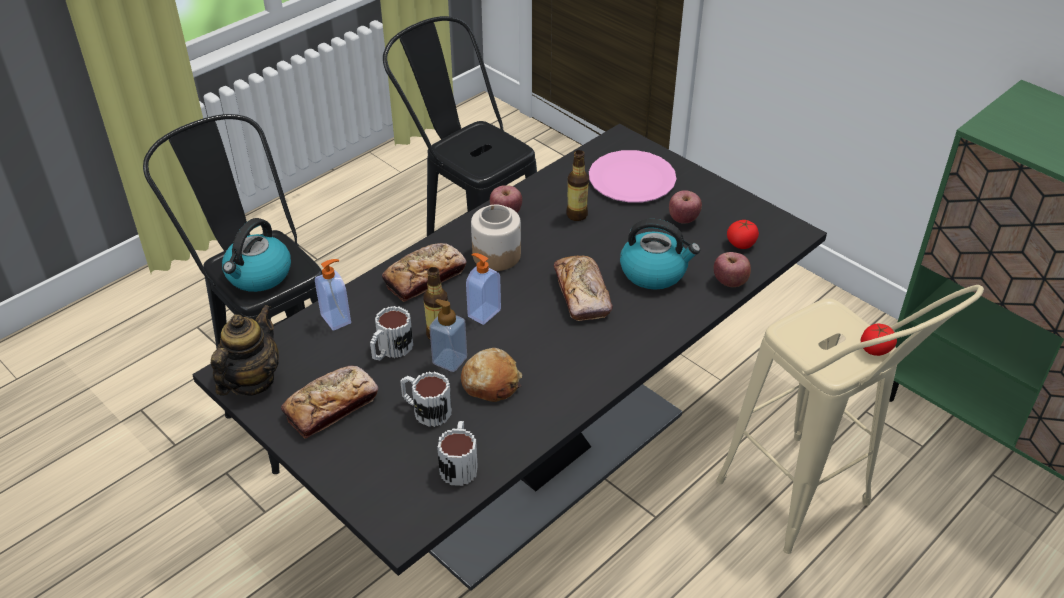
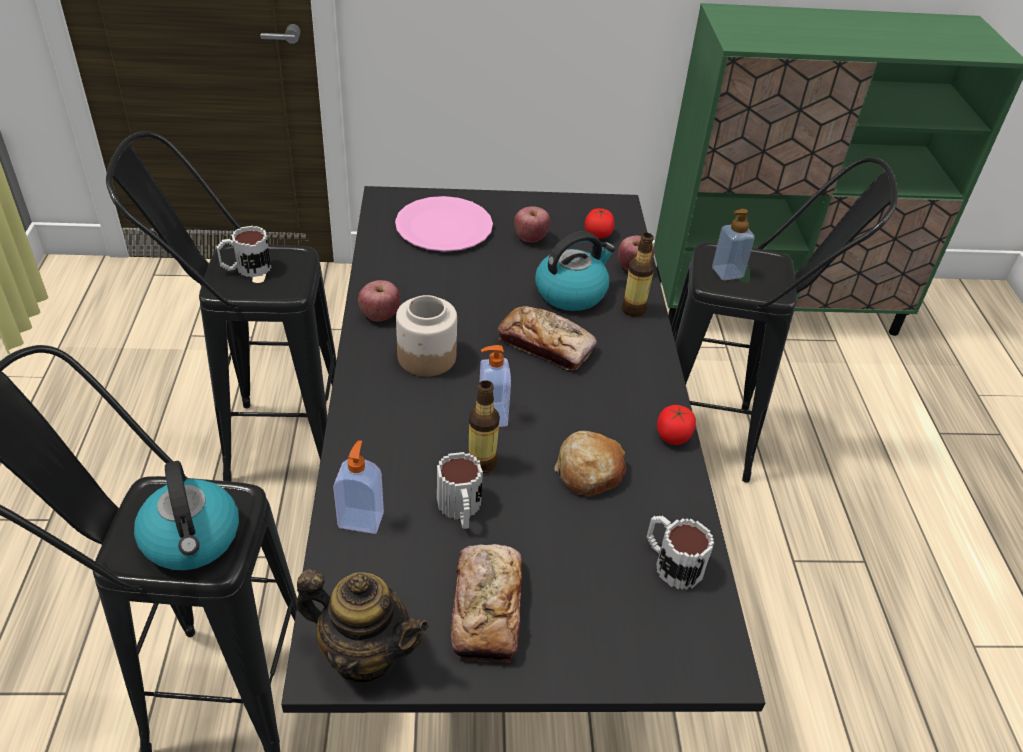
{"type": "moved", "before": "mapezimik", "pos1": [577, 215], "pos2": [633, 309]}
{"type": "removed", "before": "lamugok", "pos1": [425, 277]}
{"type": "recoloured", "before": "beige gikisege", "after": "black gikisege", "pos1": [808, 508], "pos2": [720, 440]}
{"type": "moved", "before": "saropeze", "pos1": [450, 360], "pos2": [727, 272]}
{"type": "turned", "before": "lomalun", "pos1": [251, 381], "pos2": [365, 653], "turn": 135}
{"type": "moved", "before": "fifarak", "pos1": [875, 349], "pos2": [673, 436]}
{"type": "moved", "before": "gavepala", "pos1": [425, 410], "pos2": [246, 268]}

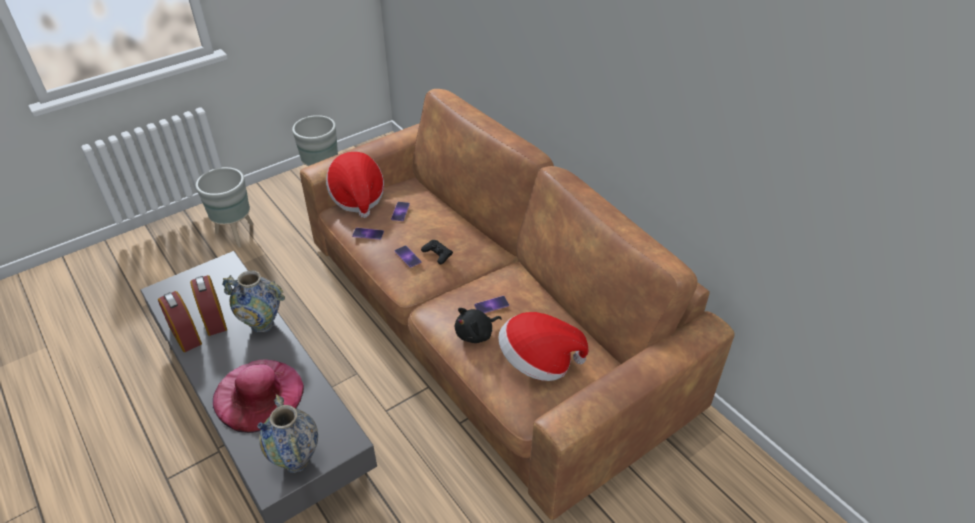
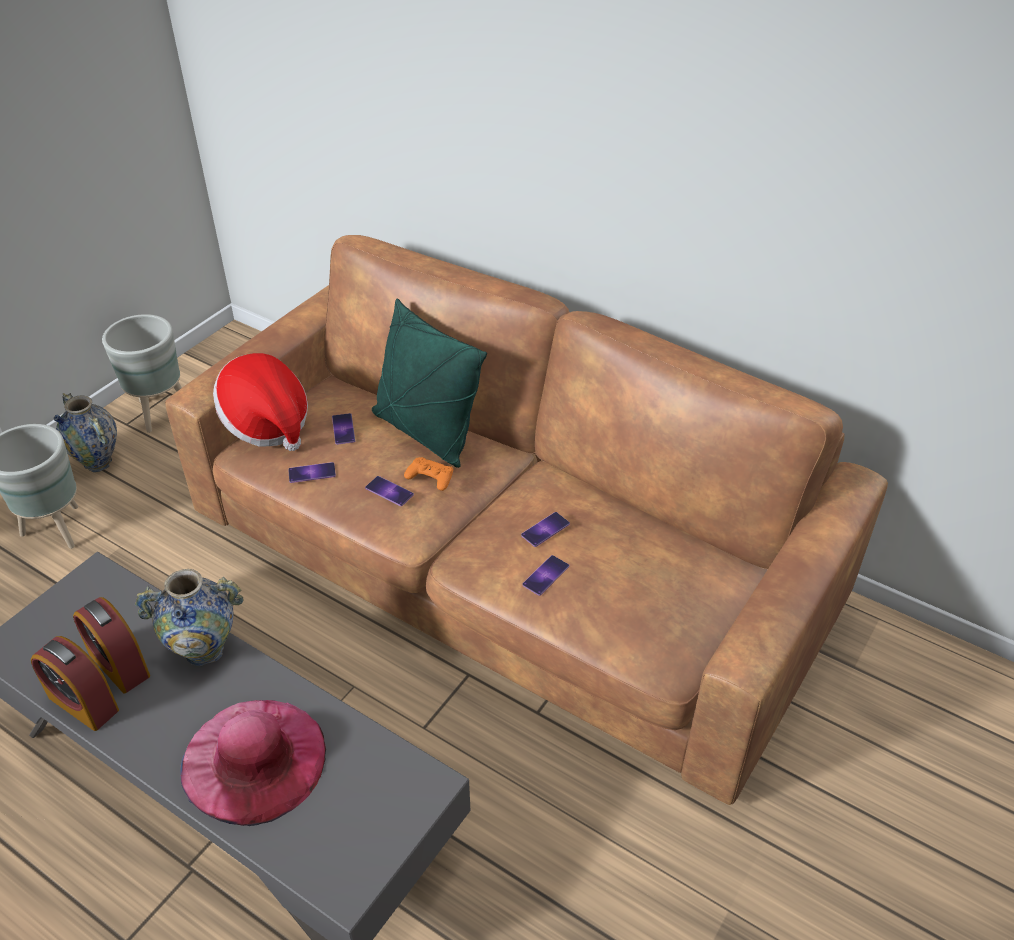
{"type": "recoloured", "before": "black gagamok", "after": "orange gagamok", "pos1": [437, 254], "pos2": [430, 477]}
{"type": "replaced", "before": "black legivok", "after": "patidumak", "pos1": [476, 334], "pos2": [546, 575]}
{"type": "removed", "before": "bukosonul", "pos1": [538, 362]}
{"type": "moved", "before": "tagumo", "pos1": [296, 460], "pos2": [98, 462]}
{"type": "added", "after": "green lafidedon", "pos2": [426, 432]}

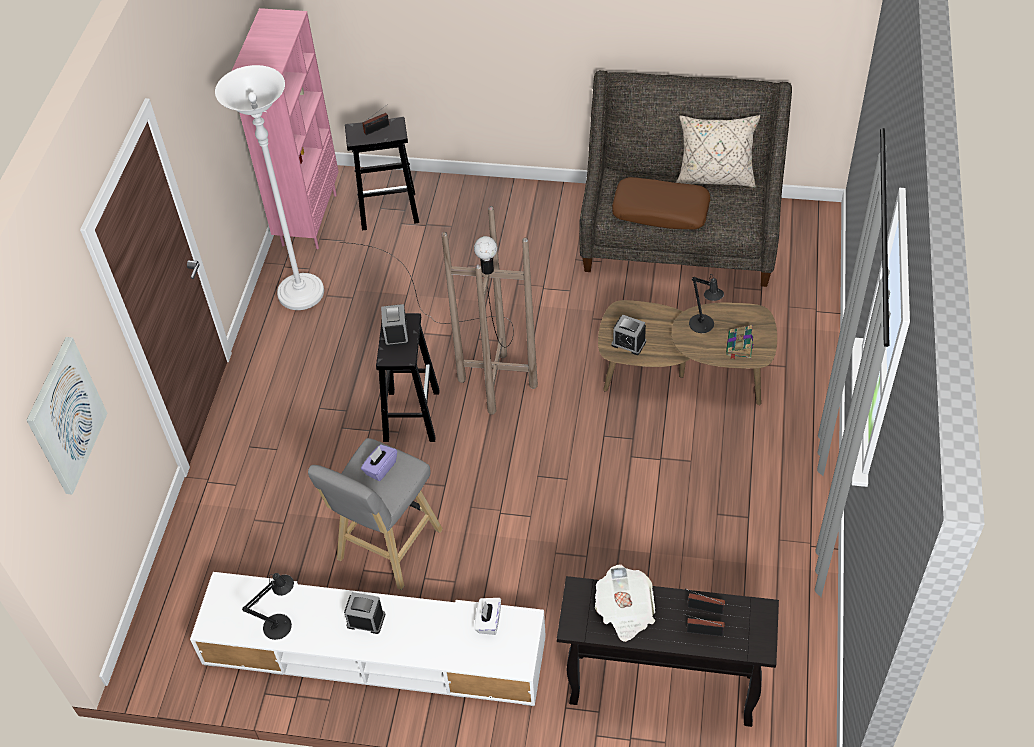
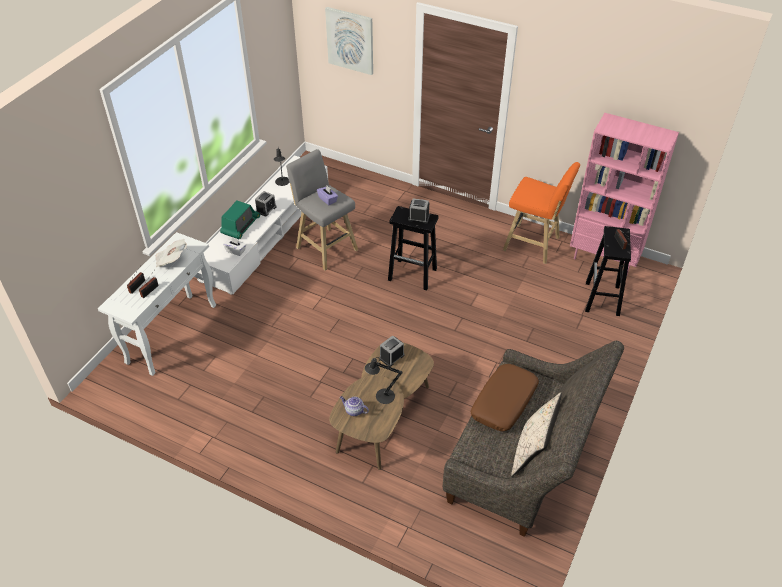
{"type": "replaced", "before": "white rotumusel", "after": "orange gikisege", "pos1": [301, 294], "pos2": [534, 245]}
{"type": "removed", "before": "brown rotumusel", "pos1": [468, 342]}
{"type": "replaced", "before": "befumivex", "after": "lomalun", "pos1": [739, 346], "pos2": [354, 411]}
{"type": "recoloured", "before": "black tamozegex", "after": "white tamozegex", "pos1": [660, 689], "pos2": [172, 333]}
{"type": "added", "after": "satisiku", "pos2": [240, 226]}

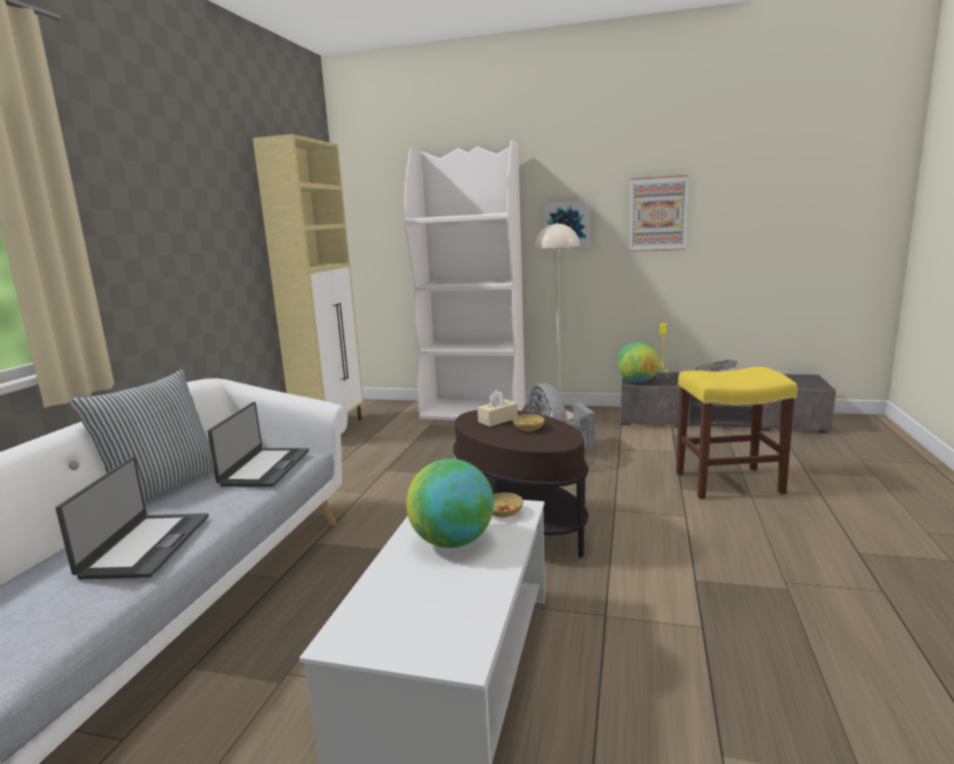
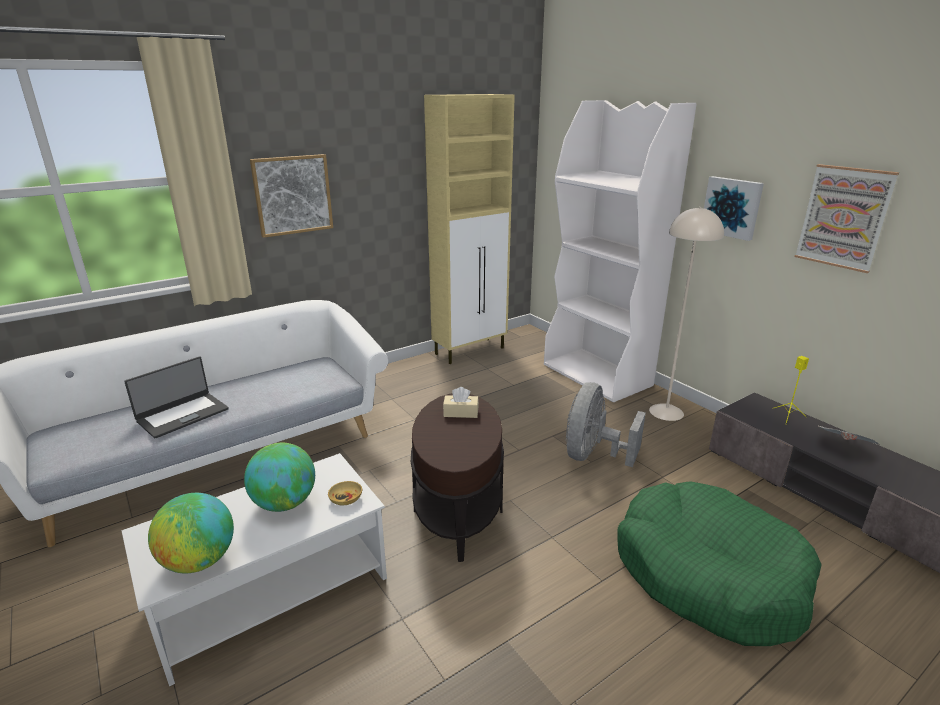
{"type": "moved", "before": "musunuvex", "pos1": [637, 381], "pos2": [199, 561]}
{"type": "replaced", "before": "yellow gikisege", "after": "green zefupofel", "pos1": [729, 482], "pos2": [708, 574]}
{"type": "removed", "before": "lafidedon", "pos1": [163, 488]}
{"type": "removed", "before": "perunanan", "pos1": [264, 468]}
{"type": "removed", "before": "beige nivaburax", "pos1": [529, 428]}
{"type": "added", "after": "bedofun", "pos2": [293, 195]}

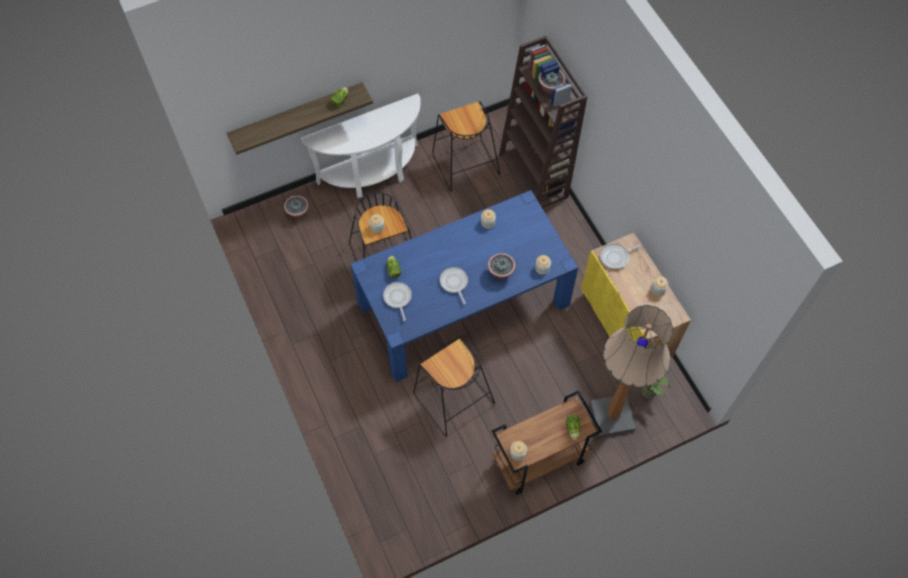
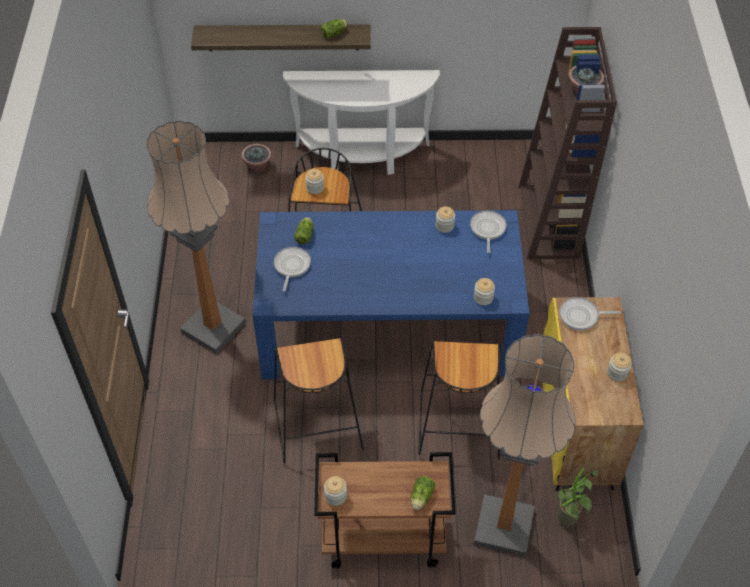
{"type": "moved", "before": "black gikisege", "pos1": [464, 164], "pos2": [458, 424]}
{"type": "removed", "before": "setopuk", "pos1": [500, 273]}
{"type": "moved", "before": "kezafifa", "pos1": [454, 283], "pos2": [487, 229]}
{"type": "added", "after": "rotumusel", "pos2": [213, 327]}

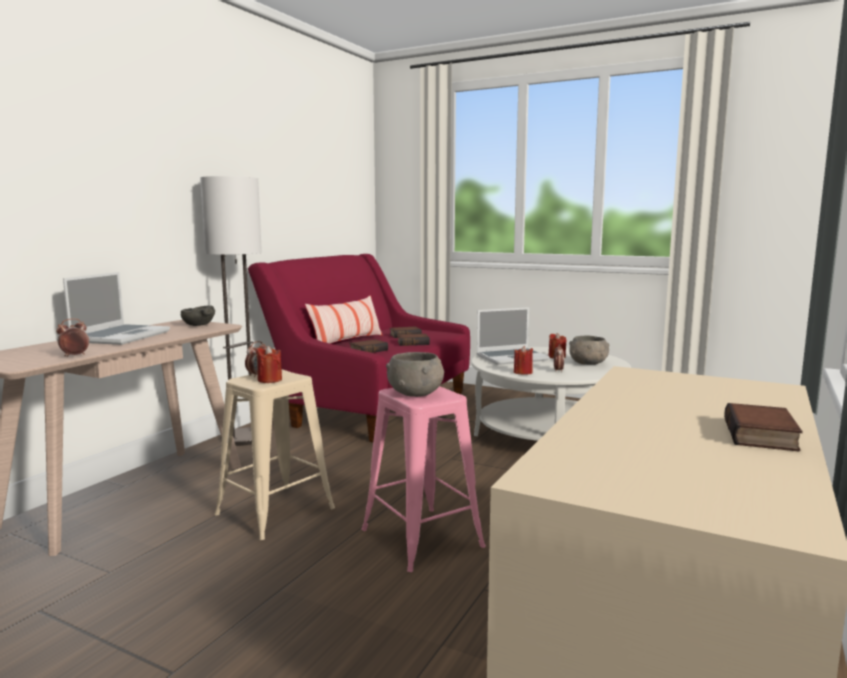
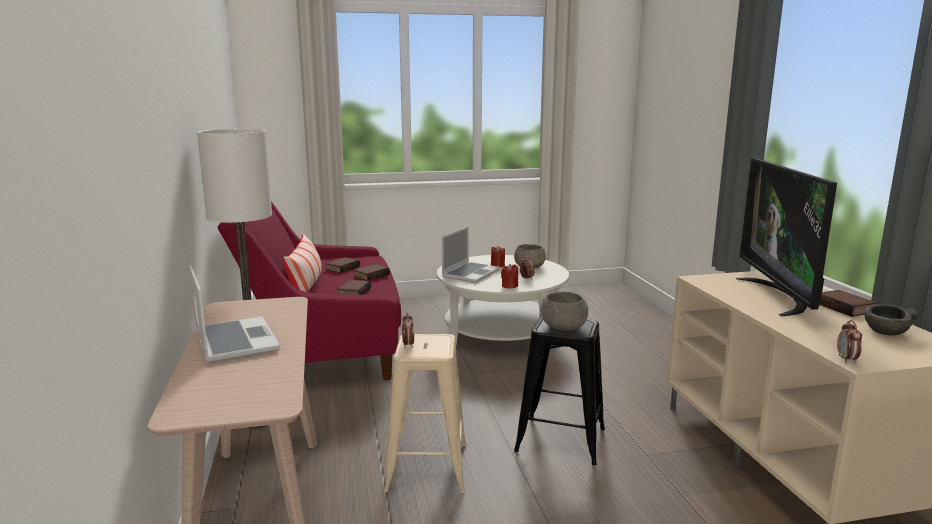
{"type": "moved", "before": "grey nivaburax", "pos1": [198, 325], "pos2": [886, 332]}
{"type": "moved", "before": "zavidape", "pos1": [74, 356], "pos2": [846, 360]}
{"type": "removed", "before": "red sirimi", "pos1": [269, 380]}
{"type": "recoloured", "before": "pink gikisege", "after": "black gikisege", "pos1": [422, 538], "pos2": [560, 439]}
{"type": "added", "after": "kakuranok", "pos2": [779, 296]}

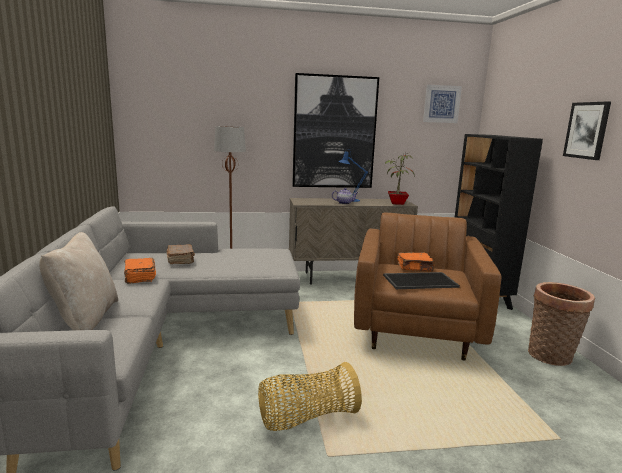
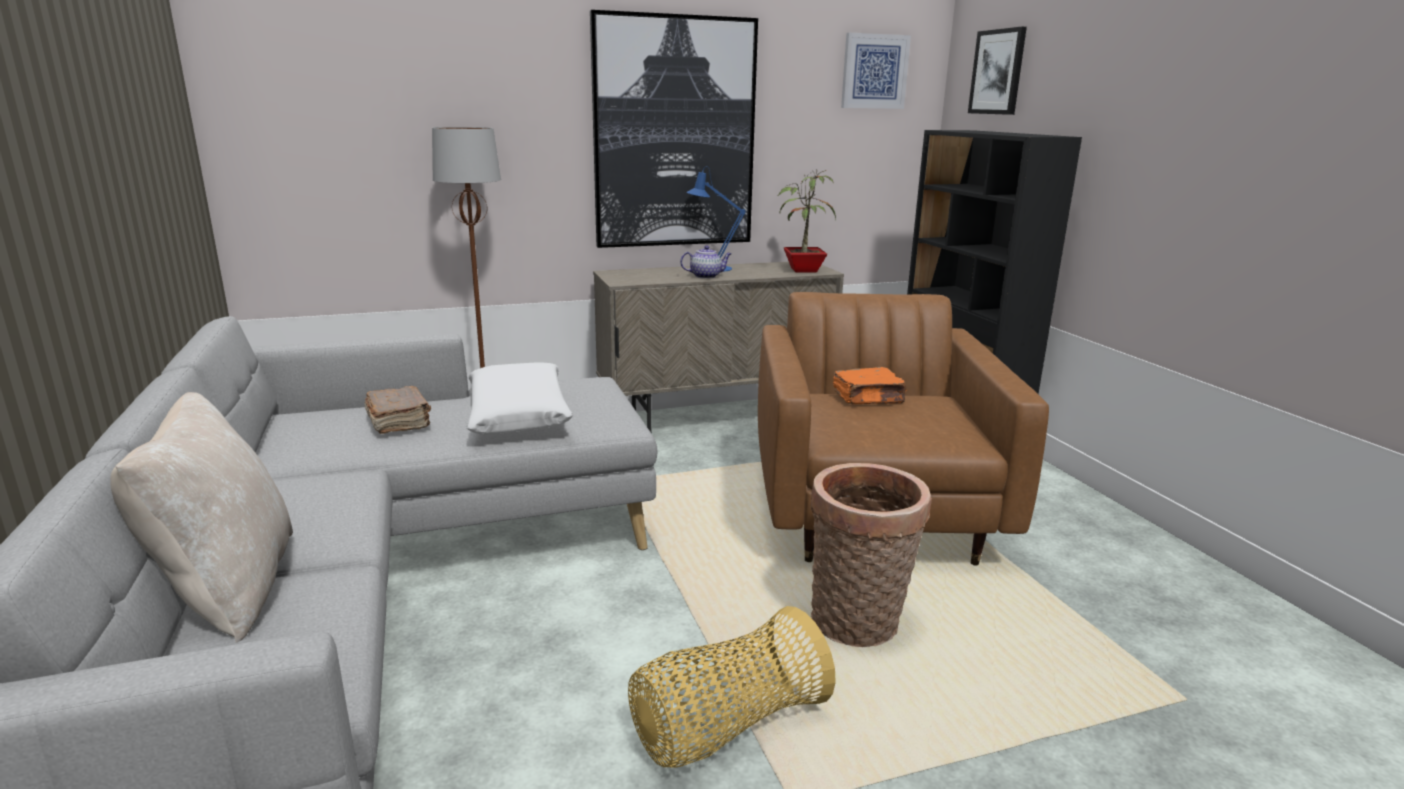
{"type": "moved", "before": "bedofun", "pos1": [587, 130], "pos2": [998, 72]}
{"type": "removed", "before": "orange befumivex", "pos1": [139, 277]}
{"type": "removed", "before": "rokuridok", "pos1": [420, 281]}
{"type": "moved", "before": "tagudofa", "pos1": [551, 357], "pos2": [858, 625]}
{"type": "added", "after": "white lafidedon", "pos2": [519, 413]}

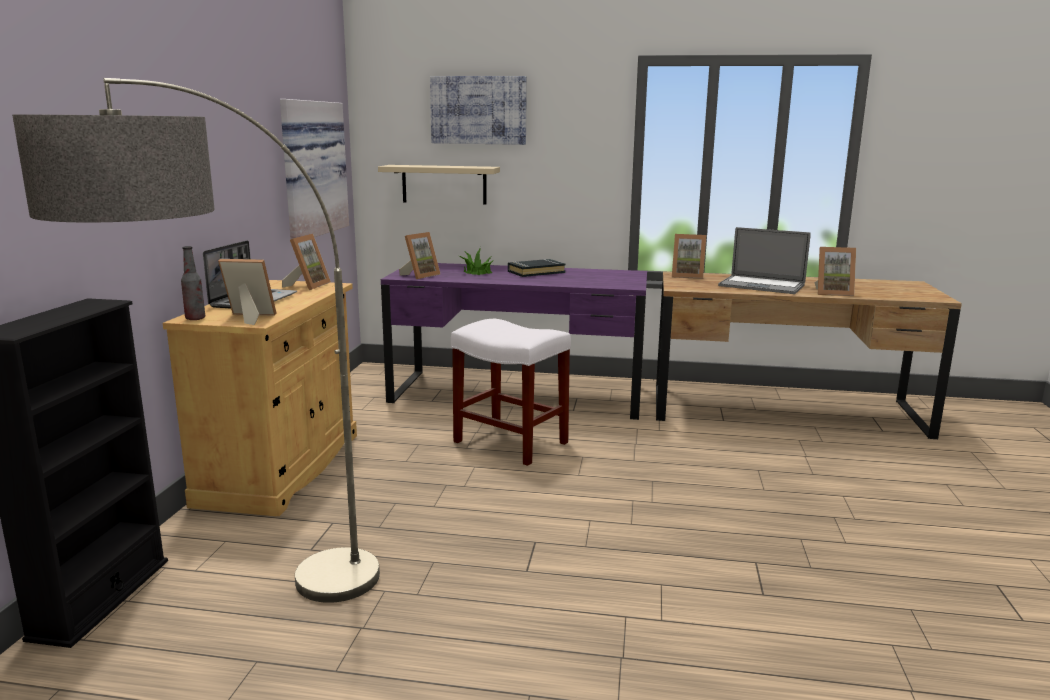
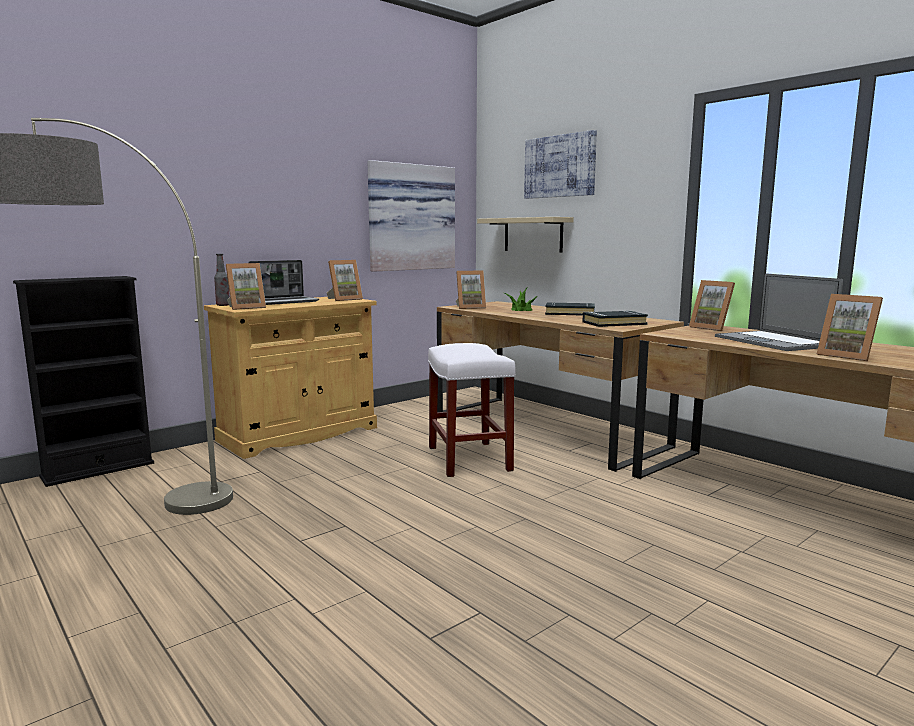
{"type": "turned", "before": "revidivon", "pos1": [248, 318], "pos2": [246, 307], "turn": 105}
{"type": "recoloured", "before": "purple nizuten", "after": "brown nizuten", "pos1": [517, 394], "pos2": [545, 429]}
{"type": "added", "after": "black befumivex", "pos2": [613, 323]}

